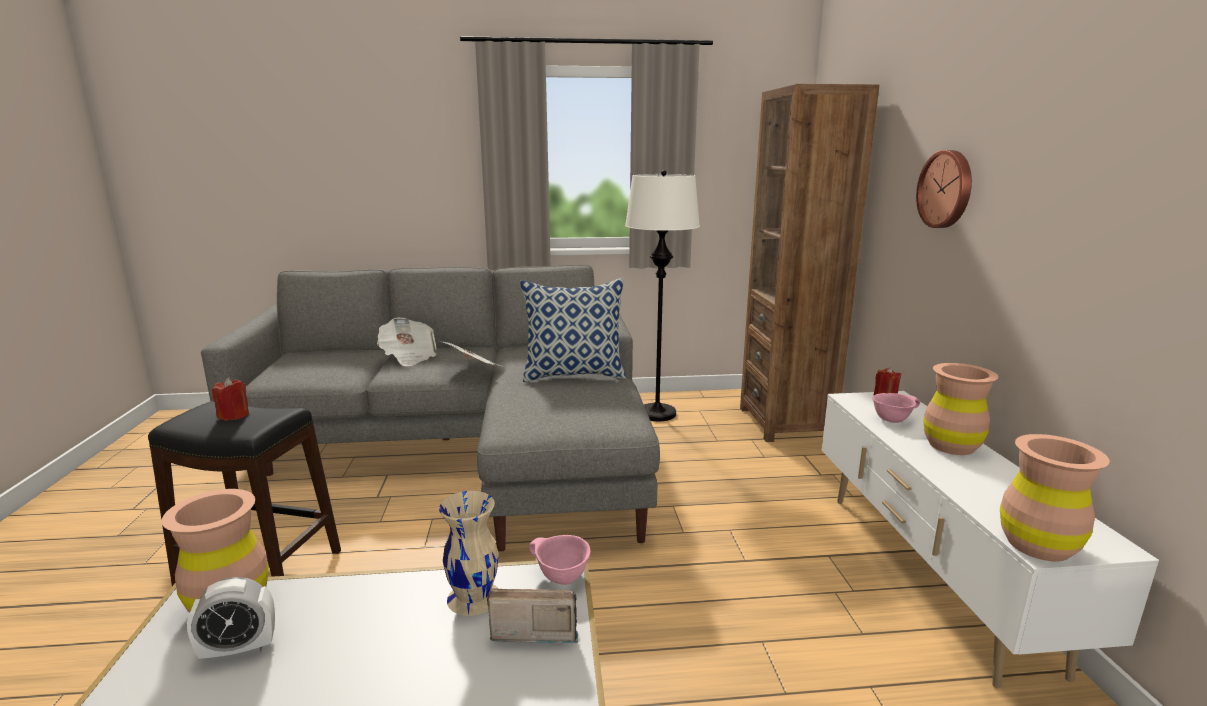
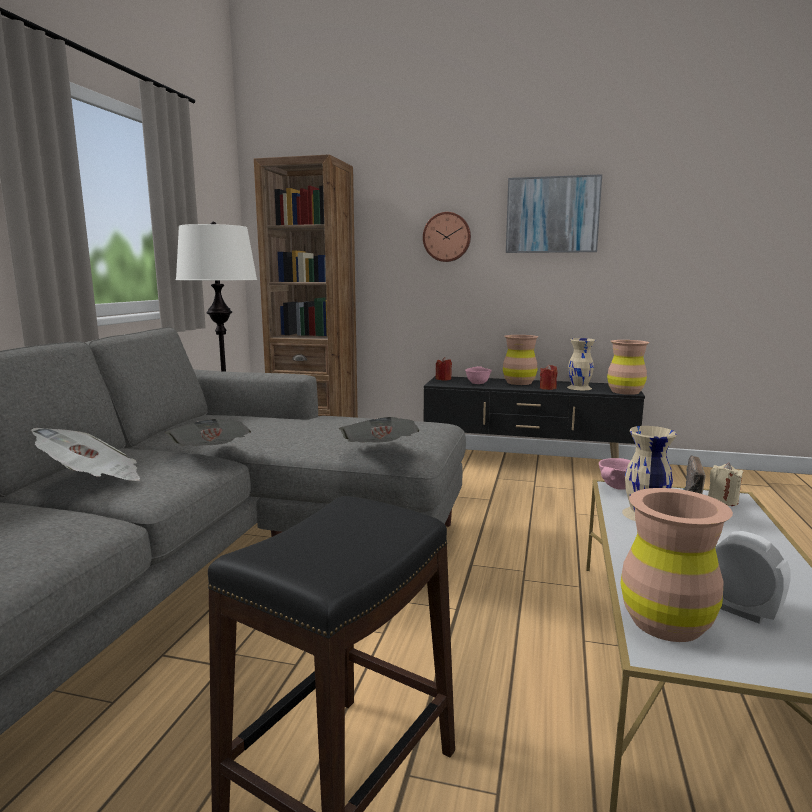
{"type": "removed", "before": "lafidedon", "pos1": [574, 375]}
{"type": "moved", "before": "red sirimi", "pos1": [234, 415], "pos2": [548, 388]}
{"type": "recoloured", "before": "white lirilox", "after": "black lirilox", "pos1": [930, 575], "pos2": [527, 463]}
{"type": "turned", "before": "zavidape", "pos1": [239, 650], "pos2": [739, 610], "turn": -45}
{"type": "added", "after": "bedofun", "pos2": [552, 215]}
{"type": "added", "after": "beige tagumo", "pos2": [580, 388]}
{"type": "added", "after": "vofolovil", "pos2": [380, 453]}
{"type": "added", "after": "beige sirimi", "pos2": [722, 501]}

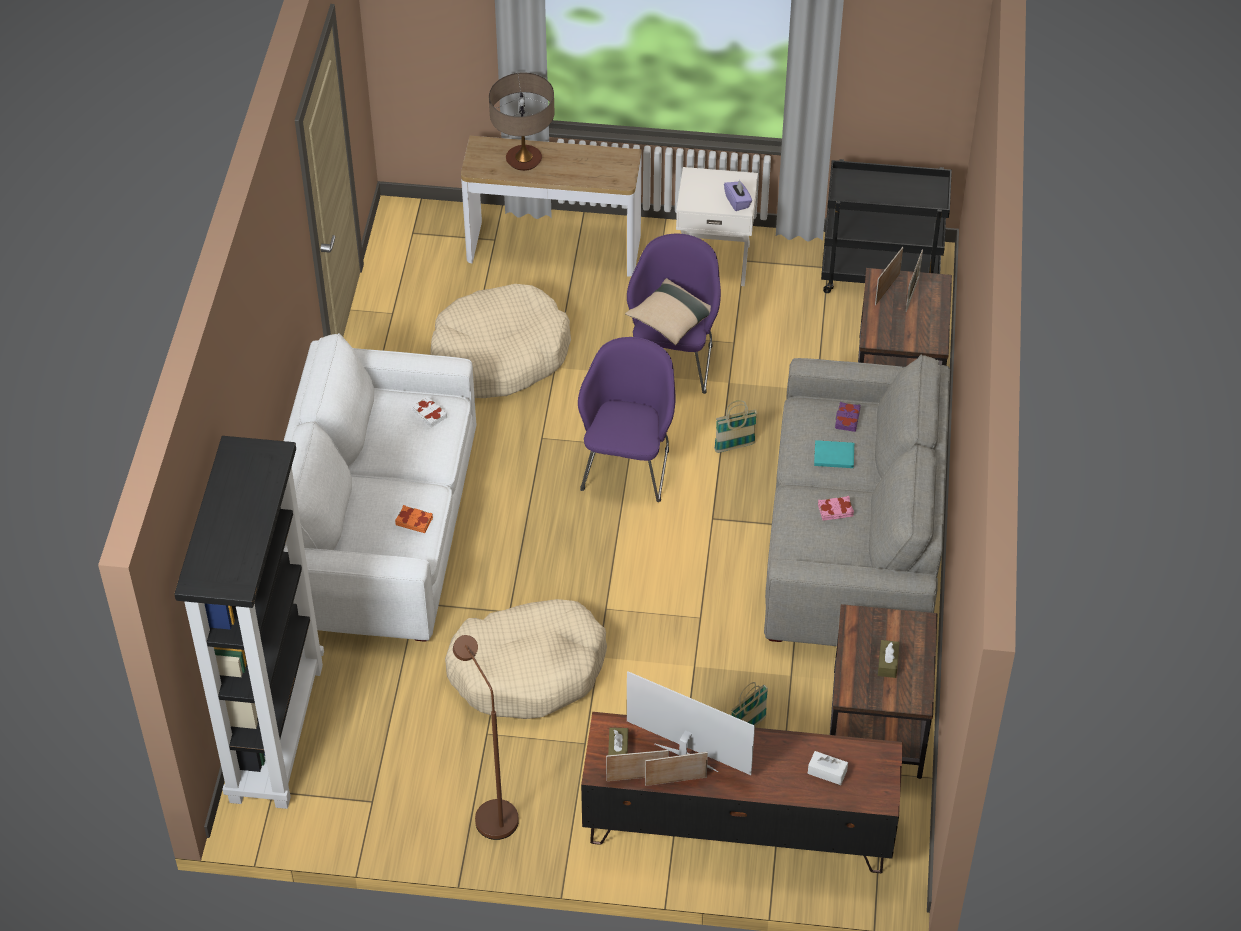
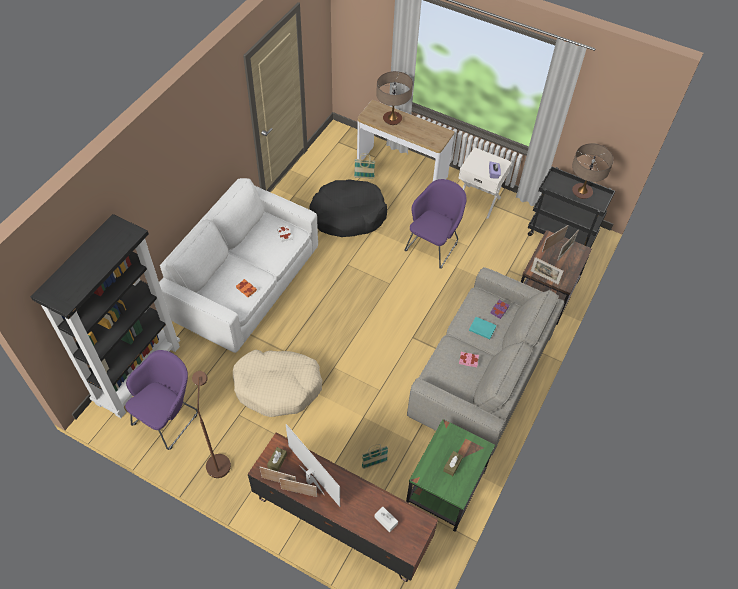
{"type": "removed", "before": "beige lafidedon", "pos1": [671, 321]}
{"type": "recoloured", "before": "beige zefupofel", "after": "black zefupofel", "pos1": [499, 355], "pos2": [348, 215]}
{"type": "moved", "before": "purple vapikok", "pos1": [628, 465], "pos2": [168, 418]}
{"type": "moved", "before": "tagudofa", "pos1": [734, 446], "pos2": [364, 177]}
{"type": "recoloured", "before": "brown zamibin", "after": "green zamibin", "pos1": [878, 724], "pos2": [446, 489]}
{"type": "added", "after": "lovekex", "pos2": [582, 192]}
{"type": "added", "after": "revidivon", "pos2": [544, 277]}

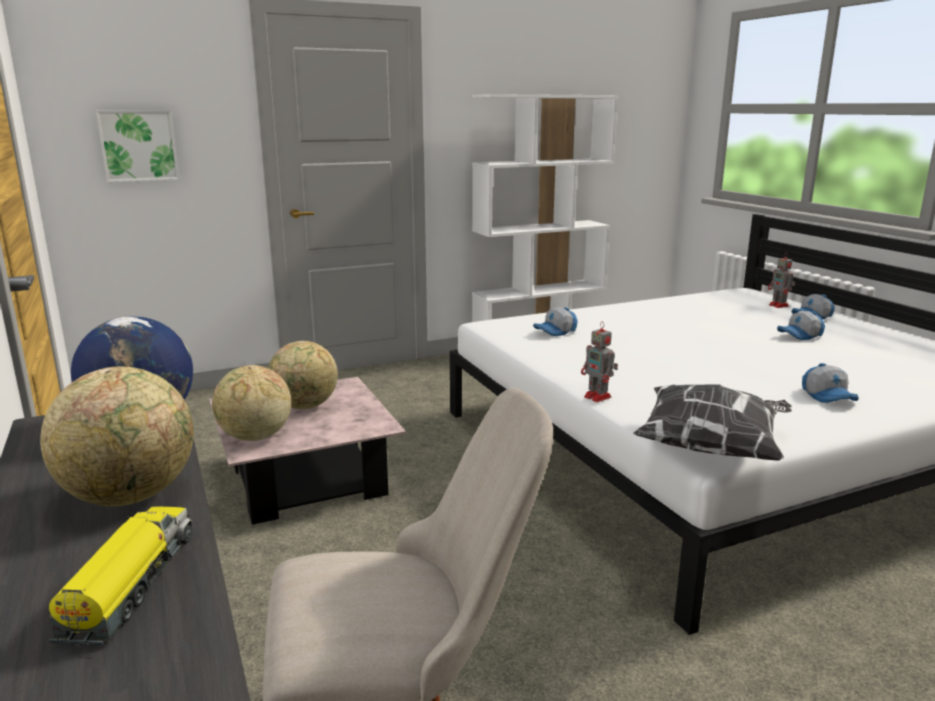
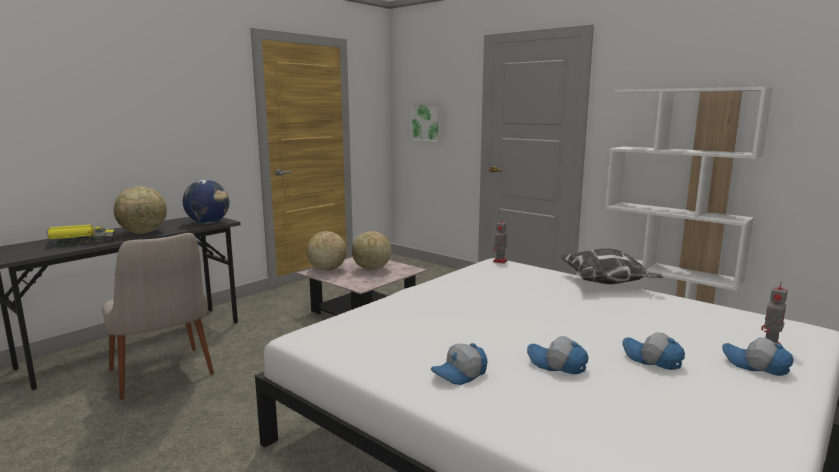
{"type": "moved", "before": "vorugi", "pos1": [555, 331], "pos2": [556, 365]}
{"type": "moved", "before": "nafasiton", "pos1": [598, 397], "pos2": [499, 261]}
{"type": "moved", "before": "lafidedon", "pos1": [712, 448], "pos2": [607, 284]}

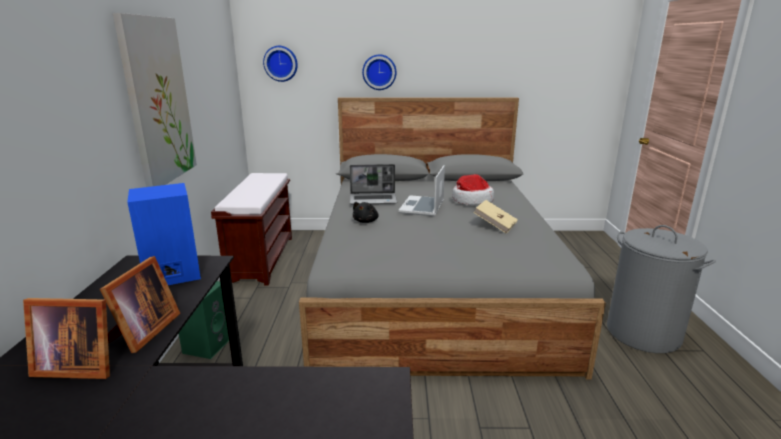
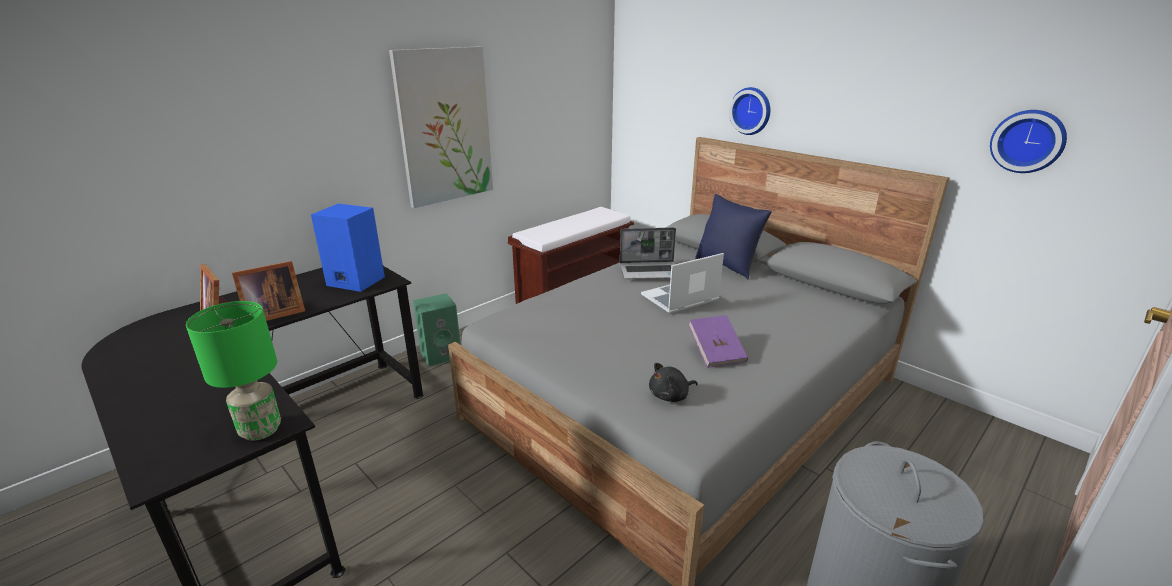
{"type": "moved", "before": "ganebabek", "pos1": [281, 63], "pos2": [1028, 141]}
{"type": "turned", "before": "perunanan", "pos1": [373, 200], "pos2": [650, 272], "turn": -45}
{"type": "removed", "before": "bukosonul", "pos1": [471, 200]}
{"type": "recoloured", "before": "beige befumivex", "after": "purple befumivex", "pos1": [495, 225], "pos2": [716, 353]}
{"type": "moved", "before": "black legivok", "pos1": [366, 221], "pos2": [670, 396]}
{"type": "added", "after": "blue lafidedon", "pos2": [727, 266]}
{"type": "added", "after": "green lovekex", "pos2": [260, 431]}

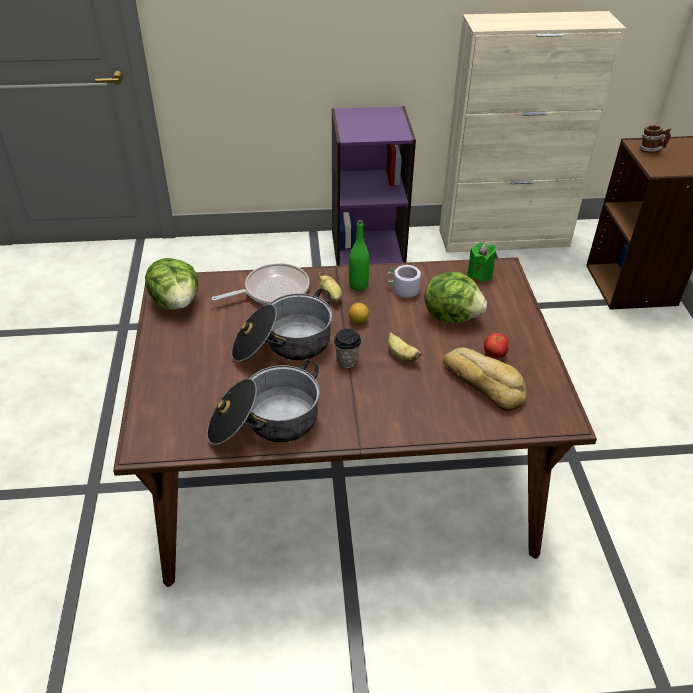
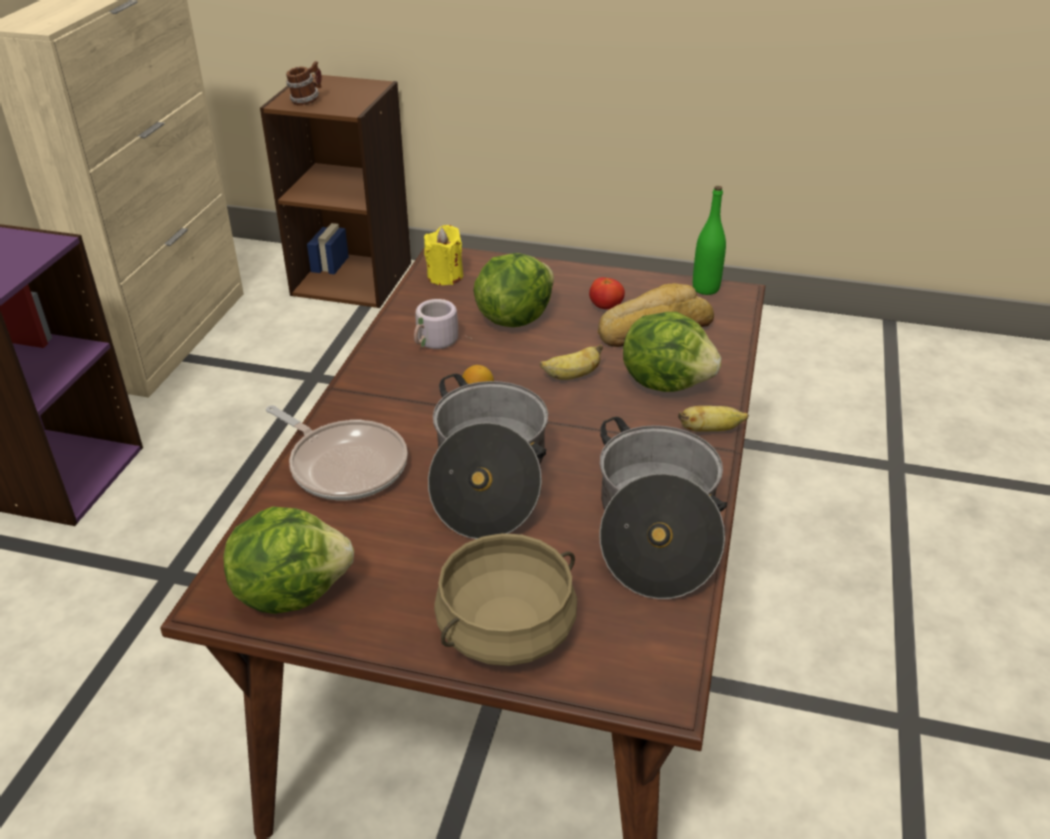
{"type": "moved", "before": "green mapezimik", "pos1": [358, 285], "pos2": [705, 288]}
{"type": "recoloured", "before": "green sirimi", "after": "yellow sirimi", "pos1": [479, 275], "pos2": [445, 276]}
{"type": "turned", "before": "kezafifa", "pos1": [272, 291], "pos2": [344, 464], "turn": 135}
{"type": "moved", "before": "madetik", "pos1": [331, 296], "pos2": [710, 430]}
{"type": "removed", "before": "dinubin", "pos1": [347, 361]}
{"type": "added", "after": "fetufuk", "pos2": [666, 382]}
{"type": "added", "after": "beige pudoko", "pos2": [506, 630]}

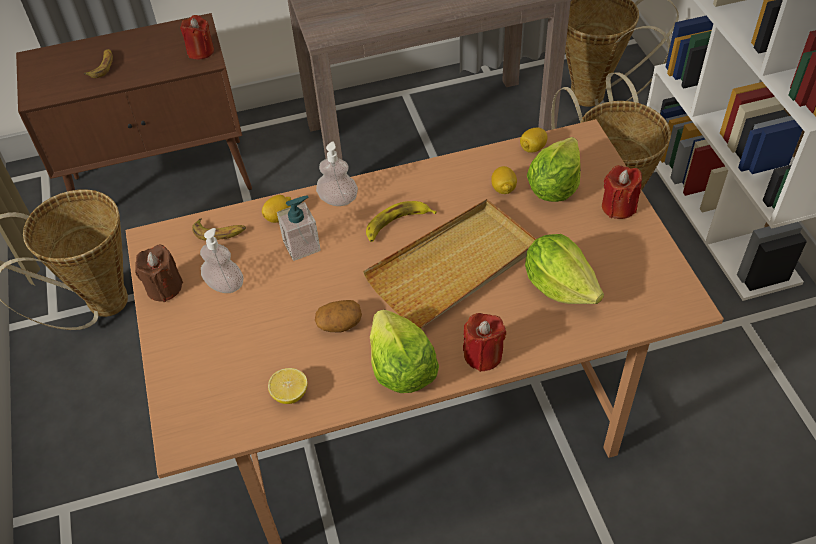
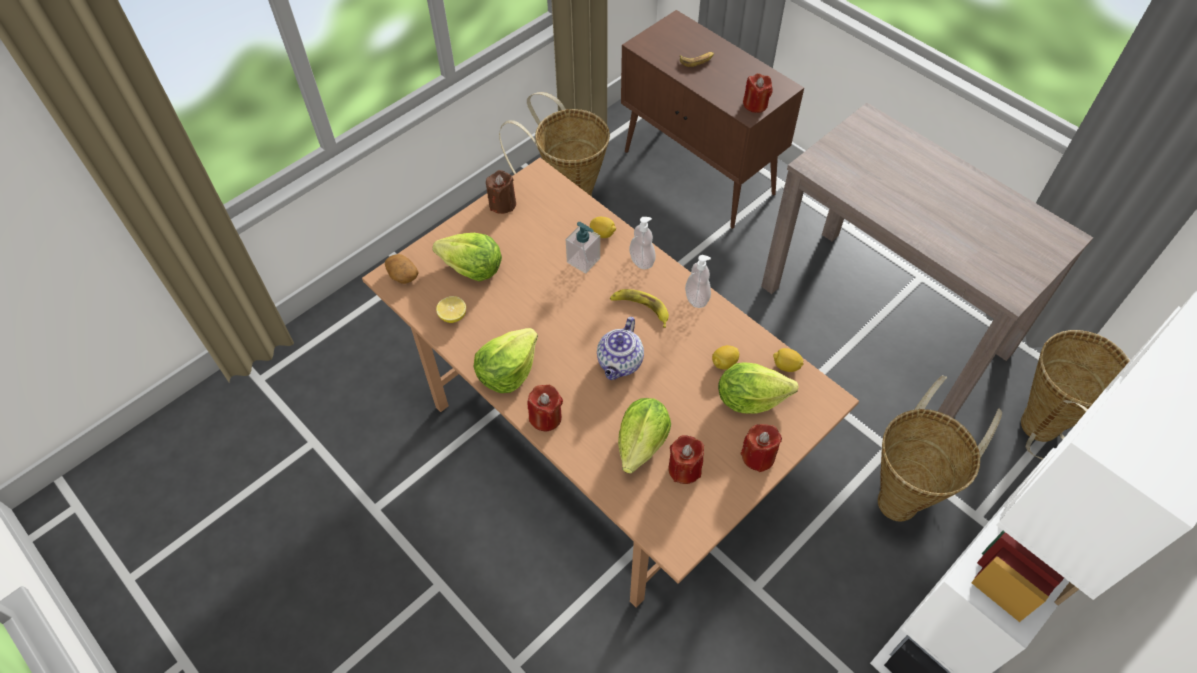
{"type": "replaced", "before": "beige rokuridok", "after": "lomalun", "pos1": [454, 266], "pos2": [620, 363]}
{"type": "removed", "before": "madetik", "pos1": [220, 232]}
{"type": "moved", "before": "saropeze", "pos1": [225, 285], "pos2": [697, 298]}
{"type": "moved", "before": "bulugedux", "pos1": [339, 324], "pos2": [402, 275]}
{"type": "added", "after": "fetufuk", "pos2": [472, 268]}
{"type": "added", "after": "red sirimi", "pos2": [684, 469]}

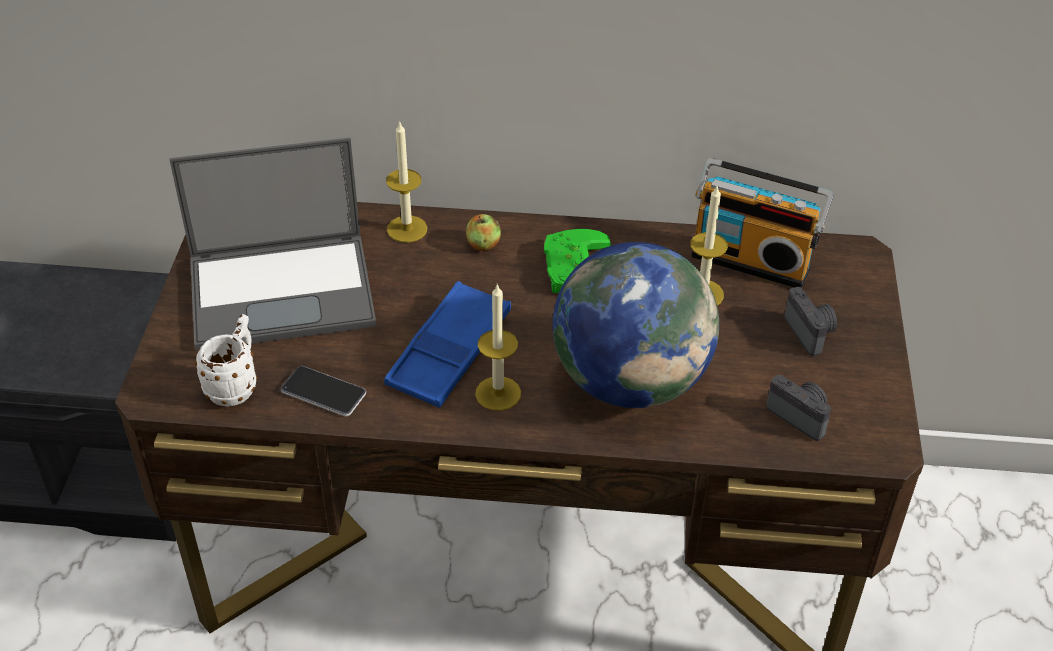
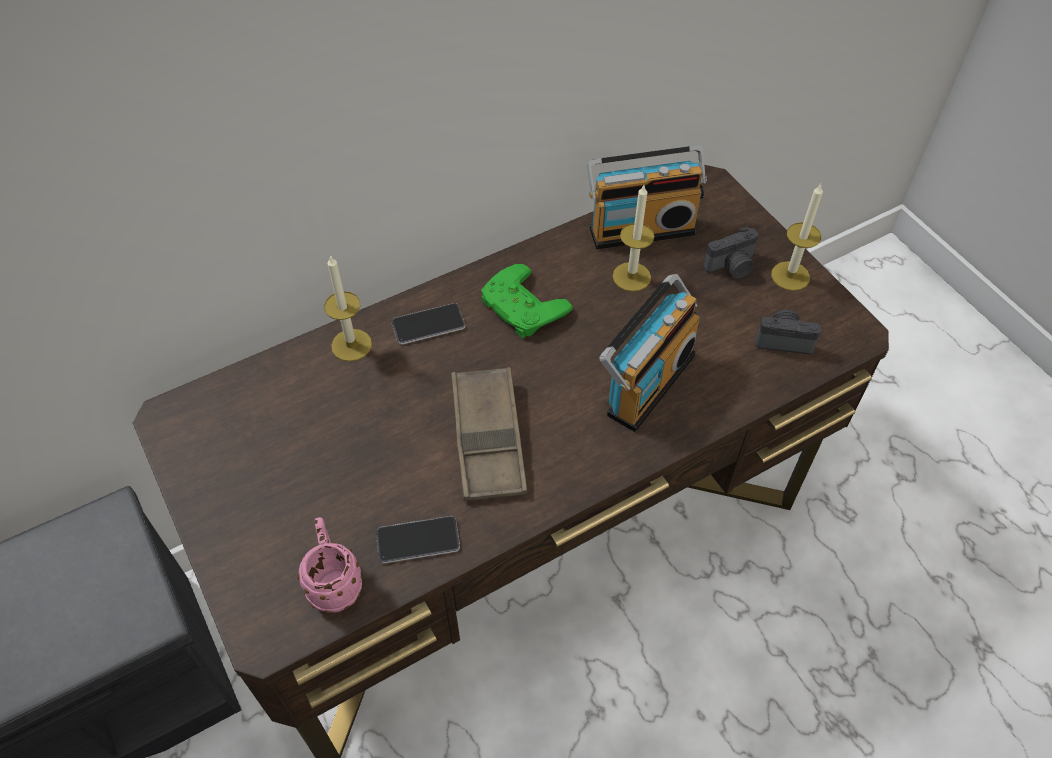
{"type": "removed", "before": "perunanan", "pos1": [284, 290]}
{"type": "replaced", "before": "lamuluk", "after": "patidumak", "pos1": [483, 244], "pos2": [428, 325]}
{"type": "replaced", "before": "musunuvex", "after": "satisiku", "pos1": [630, 381], "pos2": [646, 382]}
{"type": "recoloured", "before": "blue rokuridok", "after": "brown rokuridok", "pos1": [449, 352], "pos2": [488, 439]}
{"type": "moved", "before": "sirimi", "pos1": [498, 393], "pos2": [790, 276]}
{"type": "turned", "before": "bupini", "pos1": [811, 332], "pos2": [732, 267], "turn": 120}
{"type": "recoloured", "before": "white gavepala", "after": "pink gavepala", "pos1": [236, 385], "pos2": [334, 582]}

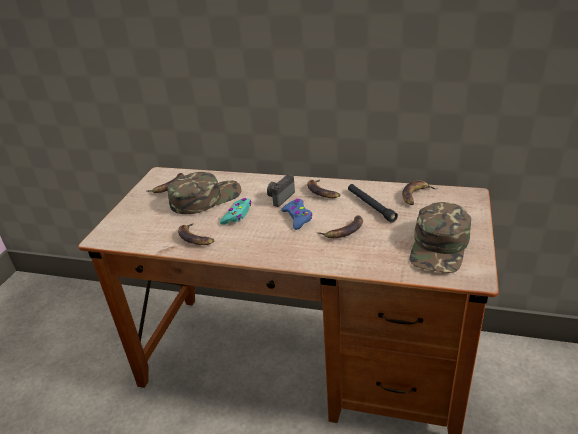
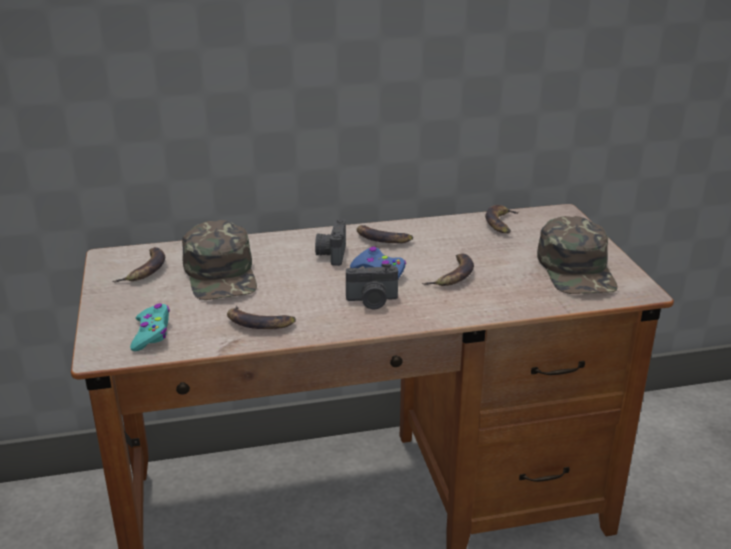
{"type": "turned", "before": "green vorugi", "pos1": [205, 198], "pos2": [221, 274], "turn": 135}
{"type": "removed", "before": "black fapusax", "pos1": [370, 206]}
{"type": "moved", "before": "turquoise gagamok", "pos1": [237, 215], "pos2": [151, 333]}
{"type": "added", "after": "bupini", "pos2": [372, 301]}

